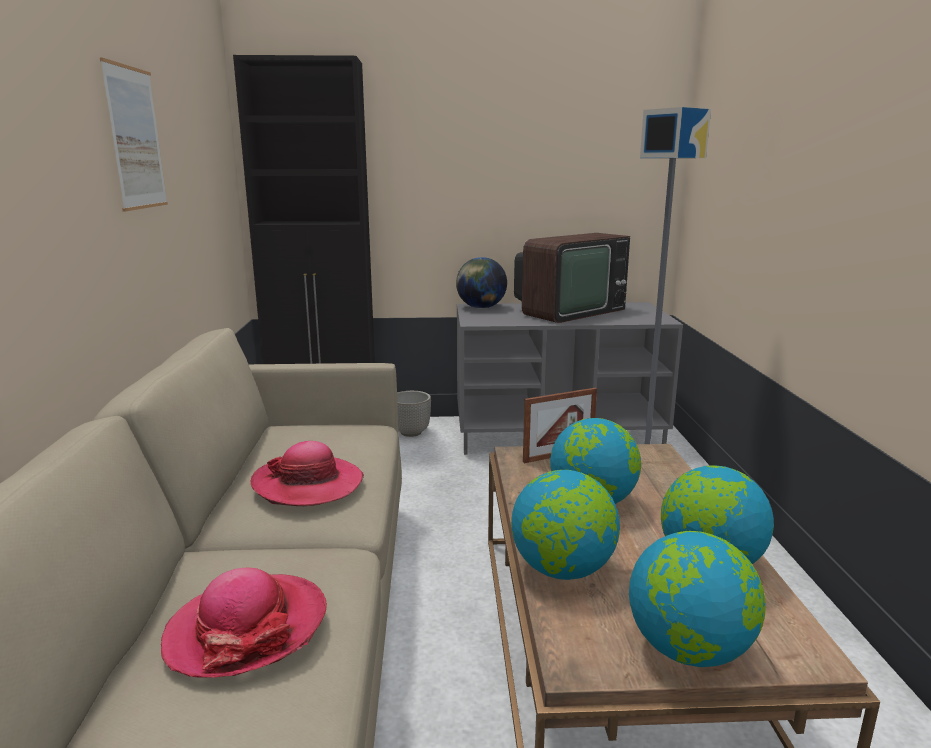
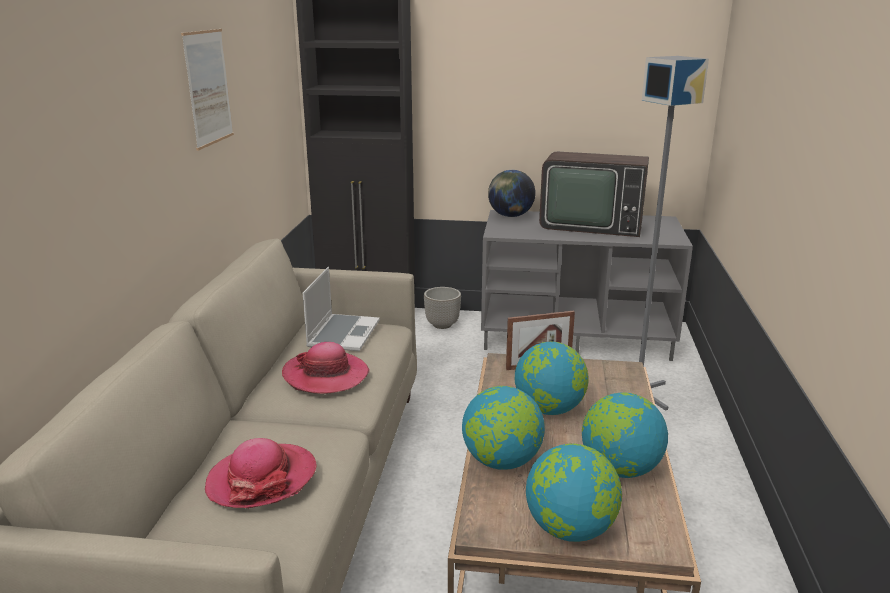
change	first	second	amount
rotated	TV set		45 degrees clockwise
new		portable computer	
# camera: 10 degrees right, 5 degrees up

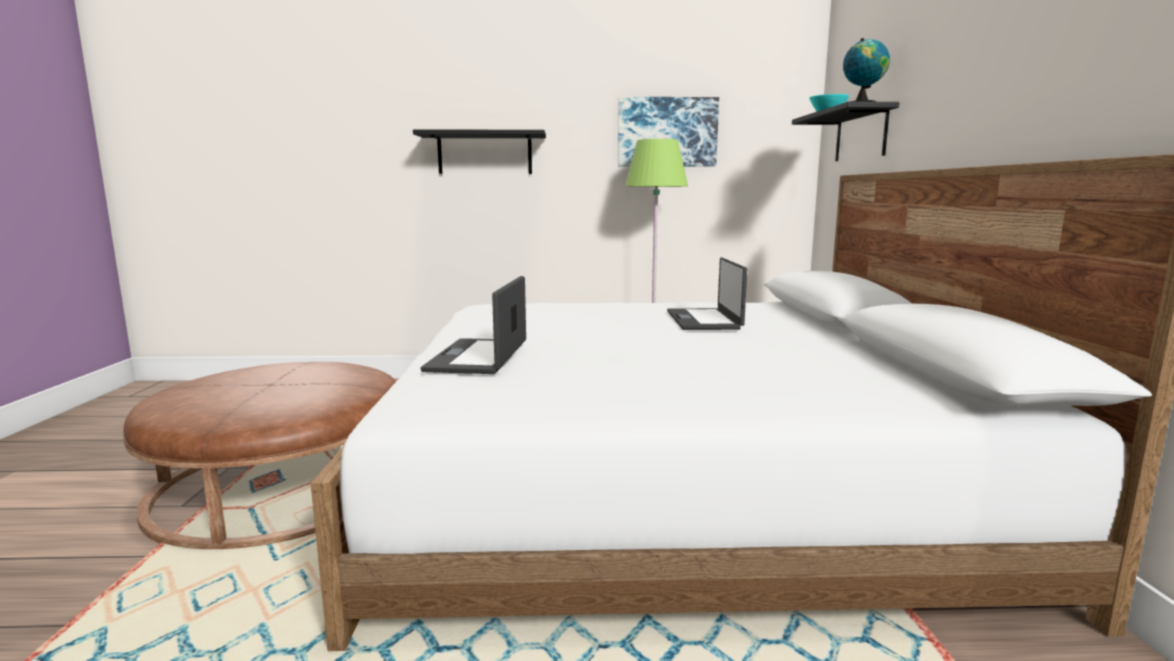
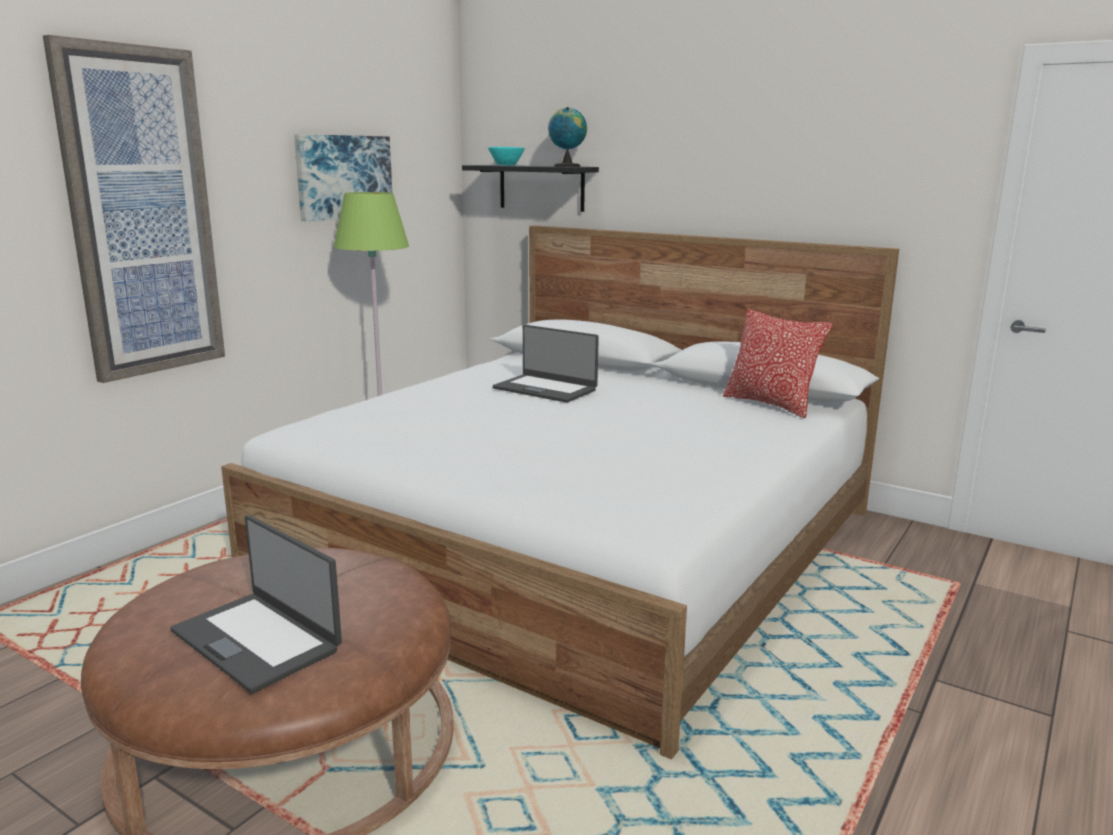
change	first	second	amount
swapped	black shelf (no. 1 from left)	wall picture (no. 1 from left)	
shifted	portable computer (no. 1 from left)		
new		throw pillow	
# camera: 55 degrees left, 5 degrees up

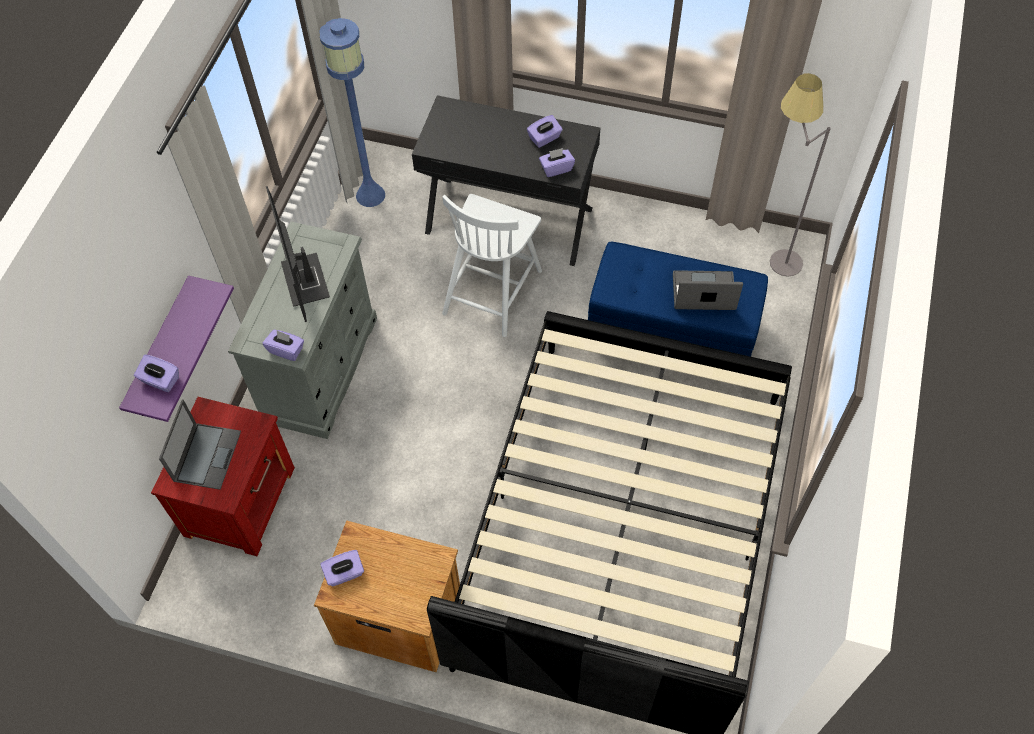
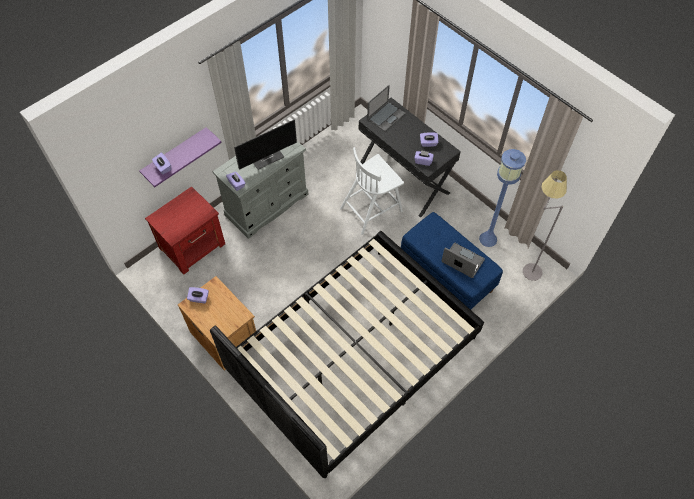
change	first	second	amount
shifted	blue standard lamp		
rotated	monitor		135 degrees counterclockwise
shifted	portable computer (no. 1 from left)		
# camera: 30 degrees right, 0 degrees up

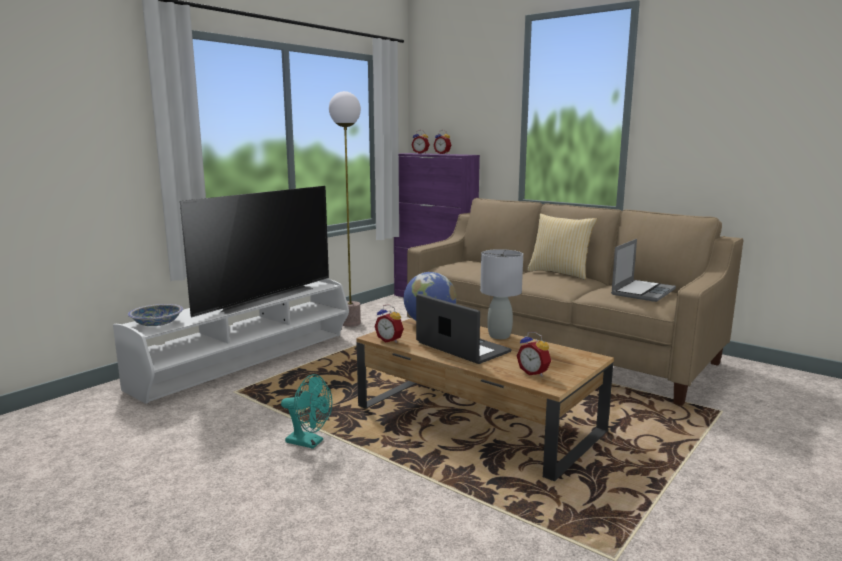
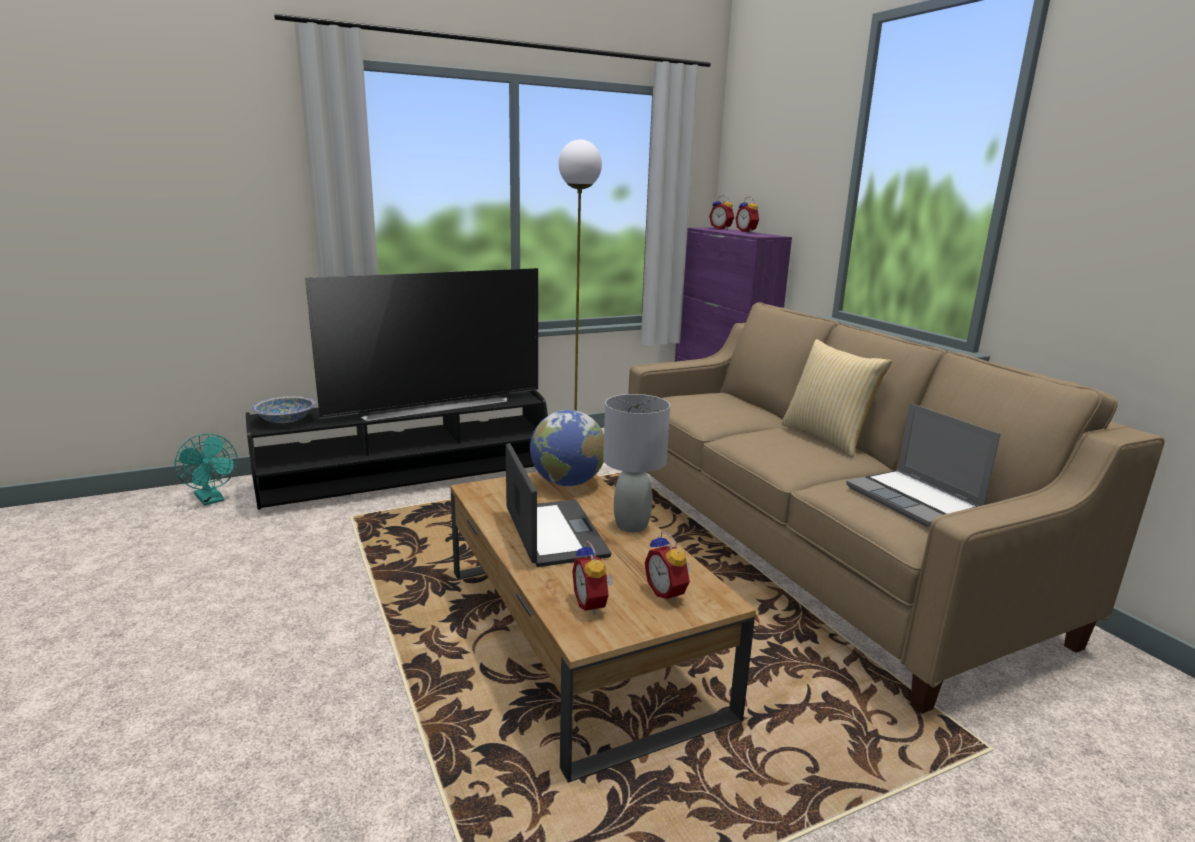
change	first	second	amount
rotated	portable computer (no. 2 from left)		90 degrees clockwise
repainted	white tv unit	black tv unit	
shifted	alarm clock (no. 1 from left in the first image)	alarm clock (no. 2 from left)	
shifted	blue-green fan		
# camera: 25 degrees right, 5 degrees up

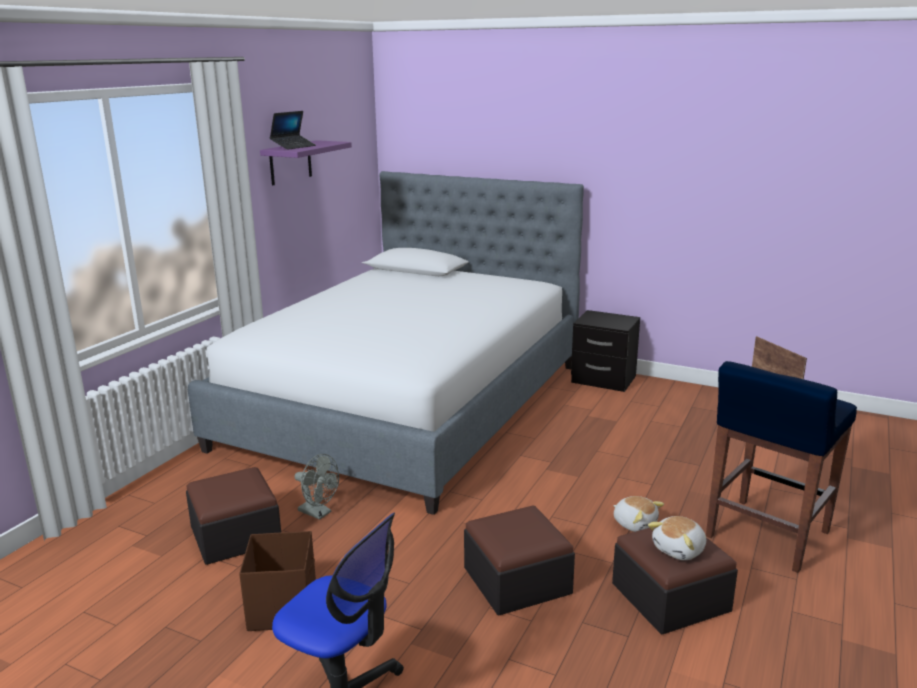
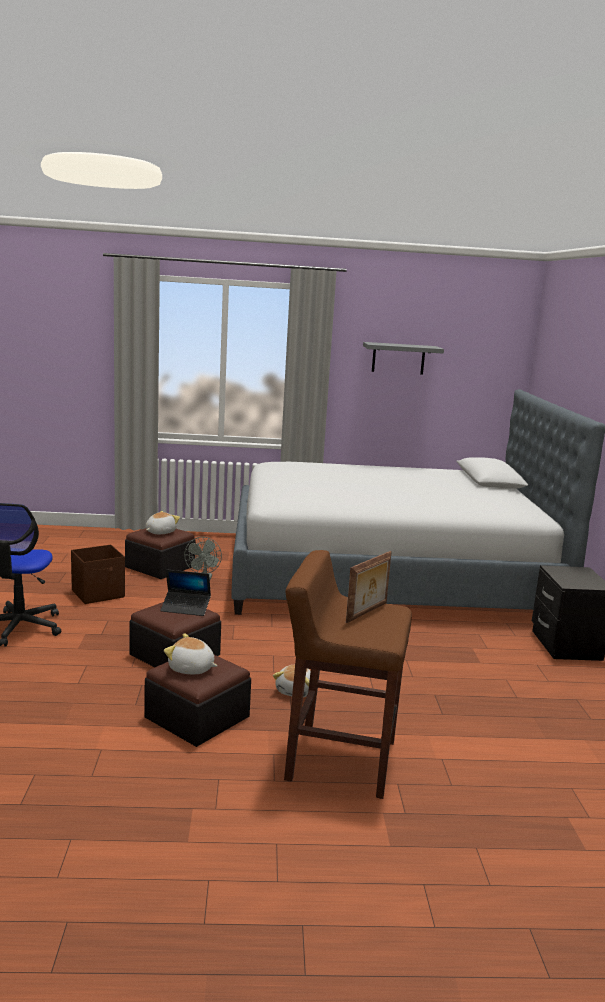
change	first	second	amount
shifted	portable computer		
repainted	purple shelf	gray shelf	
repainted	blue stool	brownish stool	
new		plush toy (no. 1 from left)	
# camera: 60 degrees right, 5 degrees down

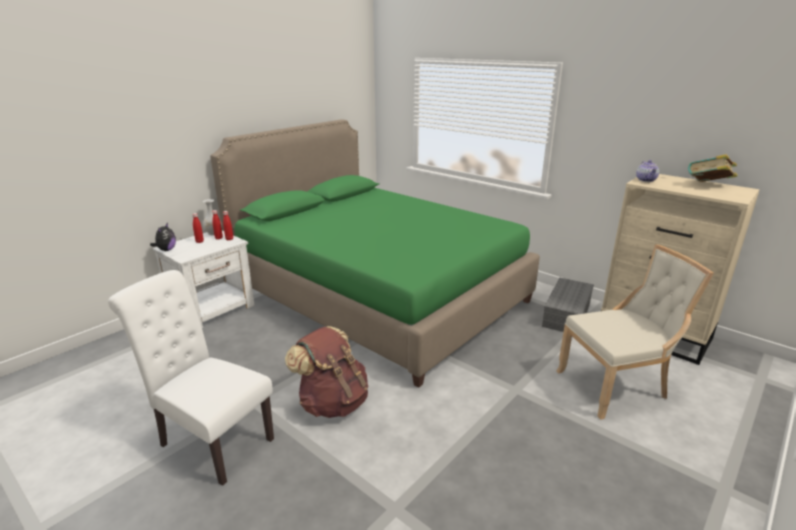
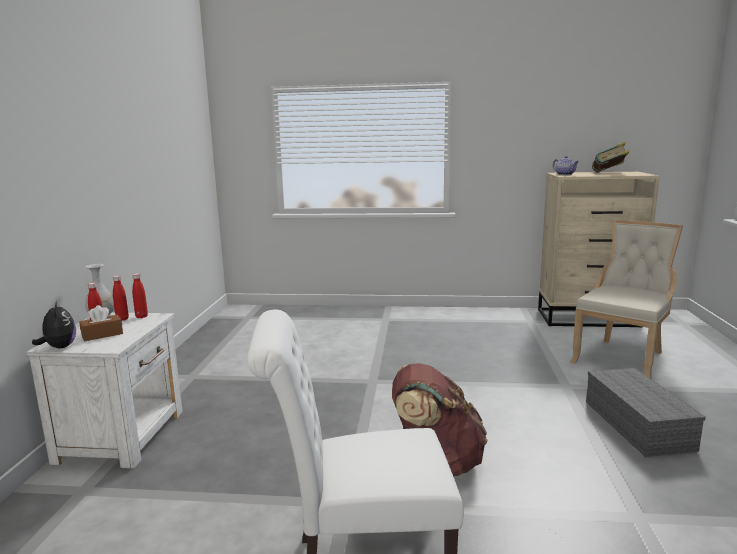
change	first	second	amount
gone	green bedroom bed		
shifted	gray storage box		
new		brownish tissue holder	
# camera: 35 degrees left, 10 degrees down

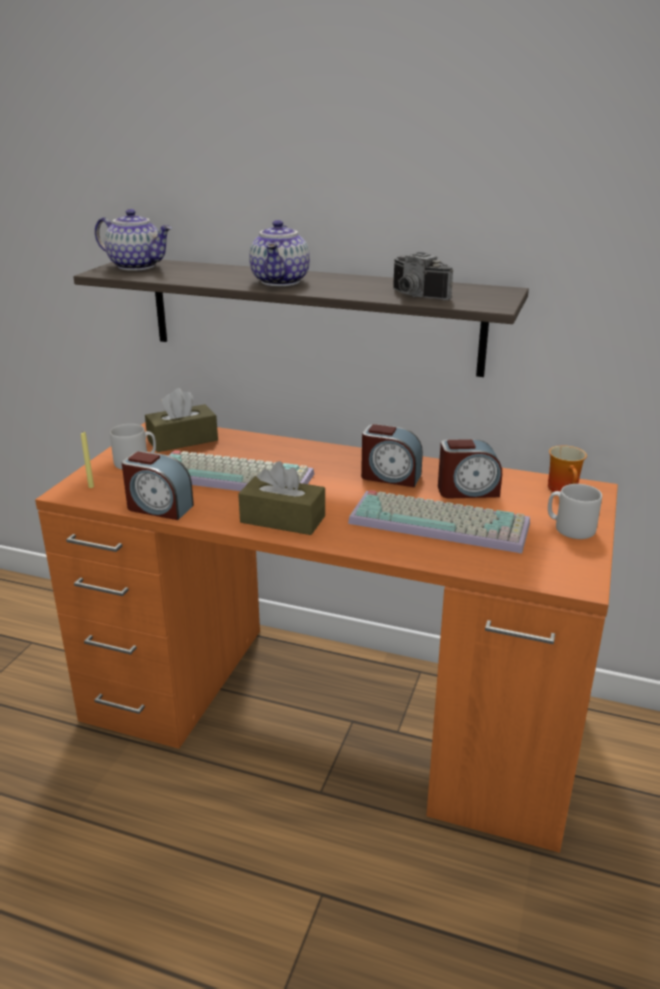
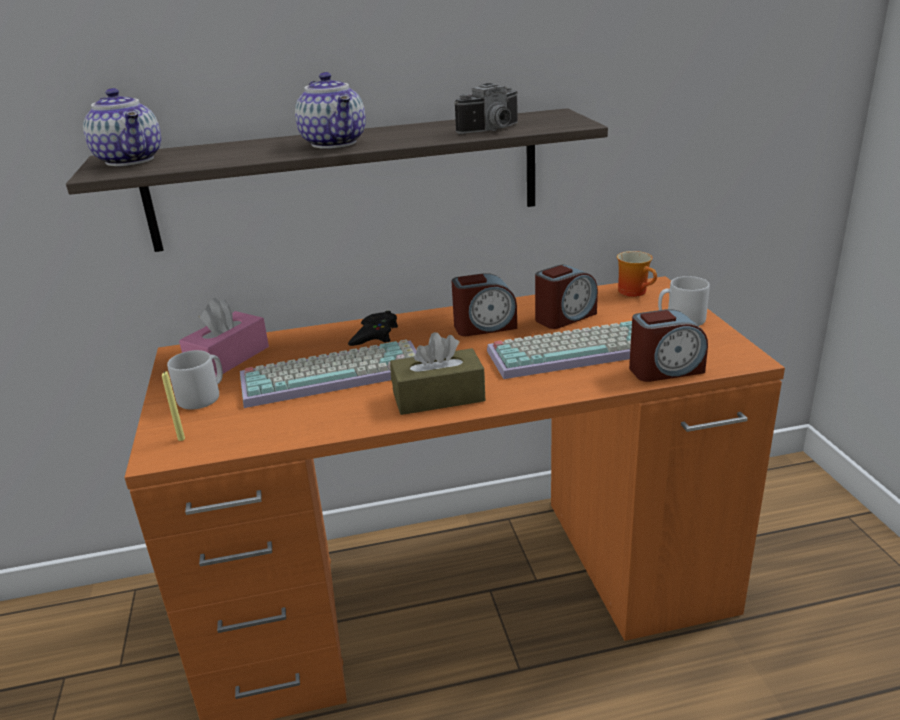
change	first	second	amount
rotated	teapot (no. 1 from left)		60 degrees clockwise
rotated	photo camera		45 degrees counterclockwise
repainted	brownish tissue holder (no. 1 from left)	pink-coloured tissue holder	
shifted	alarm clock (no. 1 from left in the first image)	alarm clock (no. 3 from left)	
new		black game controller	
# camera: 30 degrees left, 0 degrees up

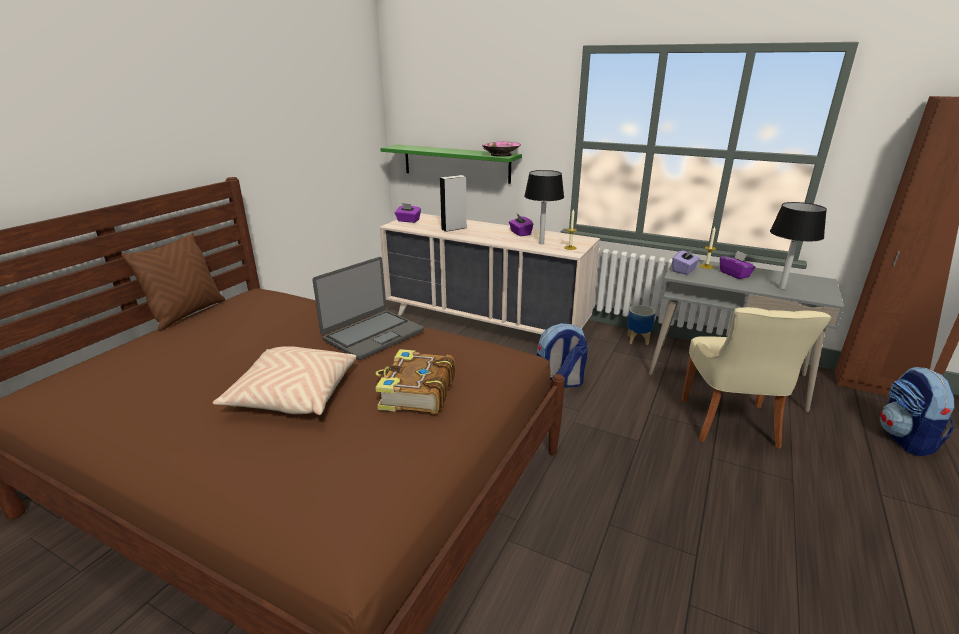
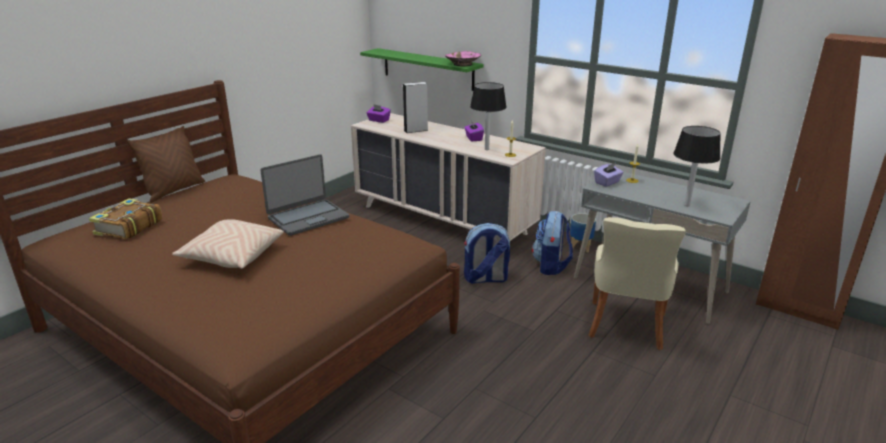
change	first	second	amount
gone	purple tissue holder (no. 4 from left)		
shifted	book		
shifted	knapsack (no. 2 from left)		
# camera: 10 degrees right, 0 degrees up

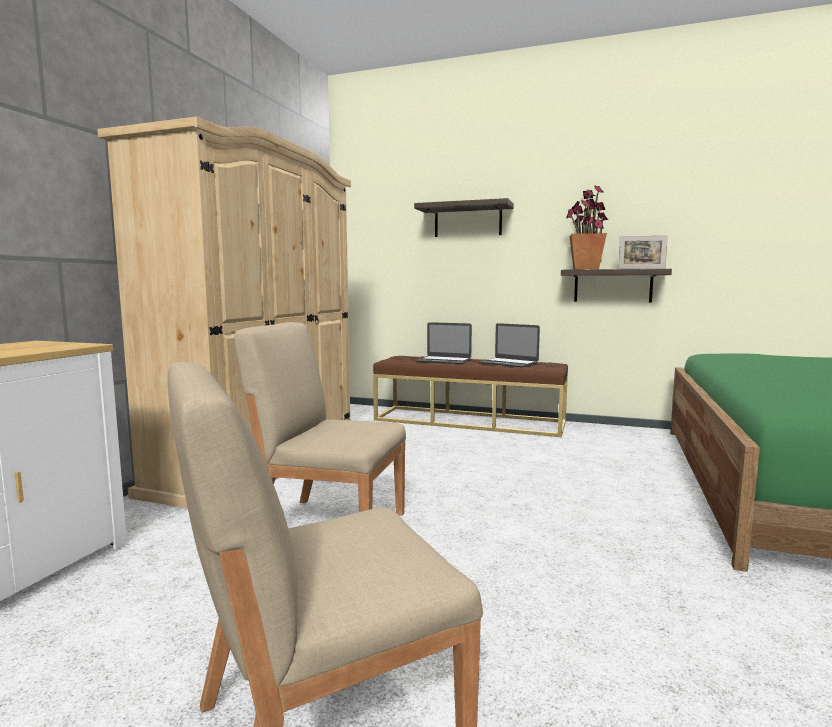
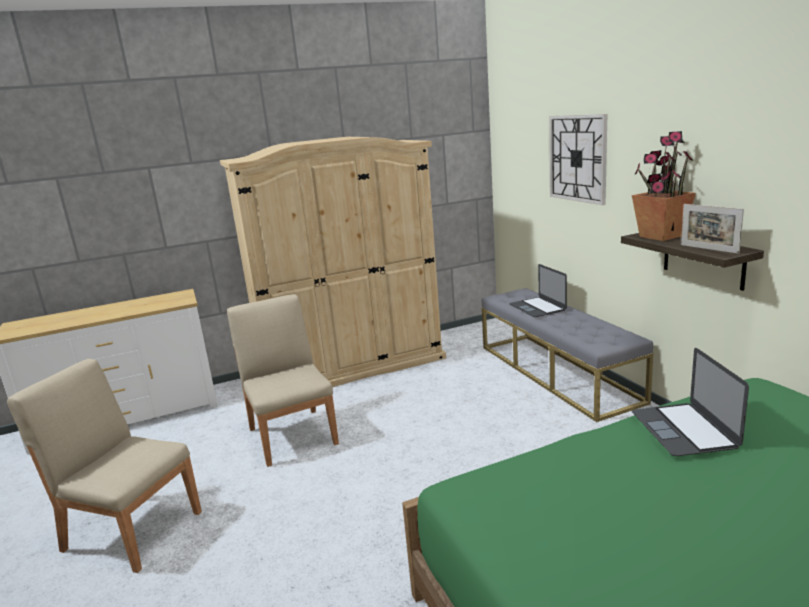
change	first	second	amount
swapped	shelf (no. 1 from left)	wall clock	
shifted	portable computer (no. 2 from left)		
repainted	brownish bench	gray bench	
# camera: 50 degrees right, 10 degrees up

